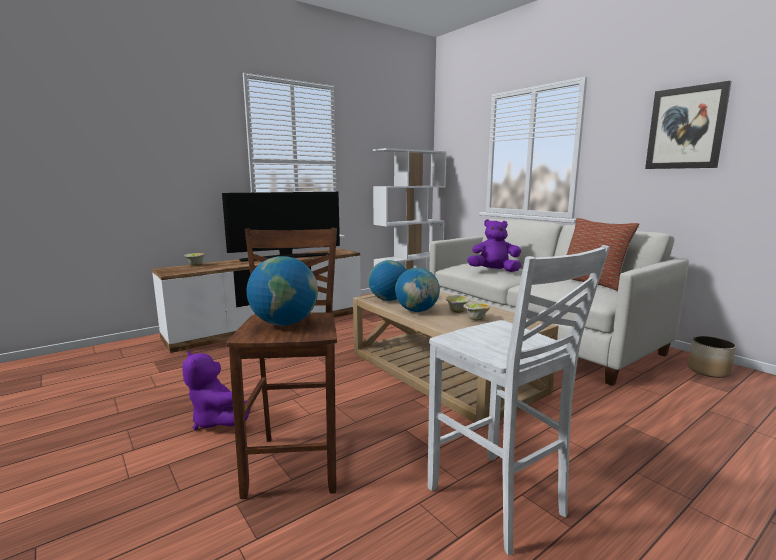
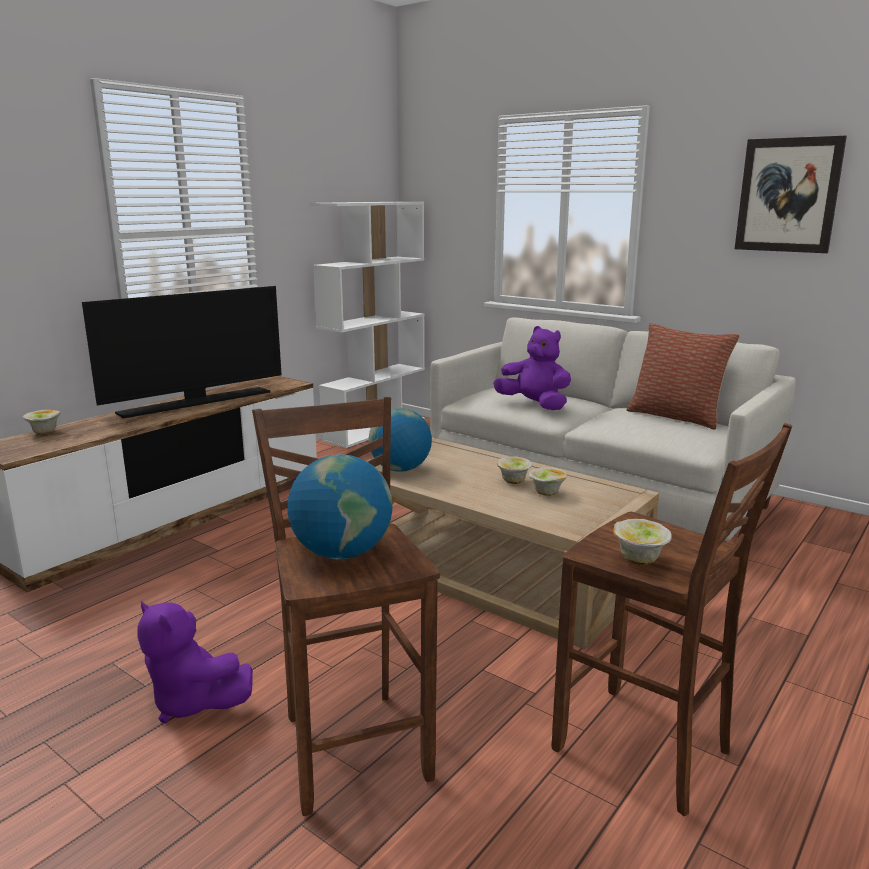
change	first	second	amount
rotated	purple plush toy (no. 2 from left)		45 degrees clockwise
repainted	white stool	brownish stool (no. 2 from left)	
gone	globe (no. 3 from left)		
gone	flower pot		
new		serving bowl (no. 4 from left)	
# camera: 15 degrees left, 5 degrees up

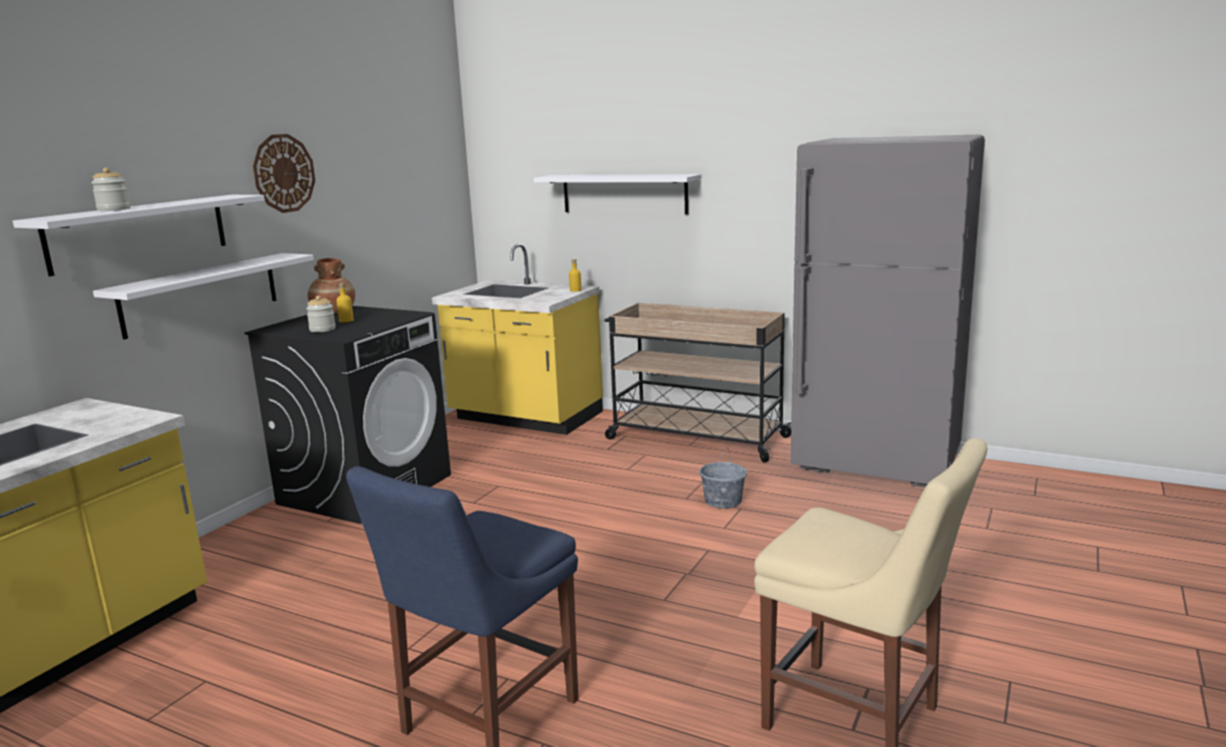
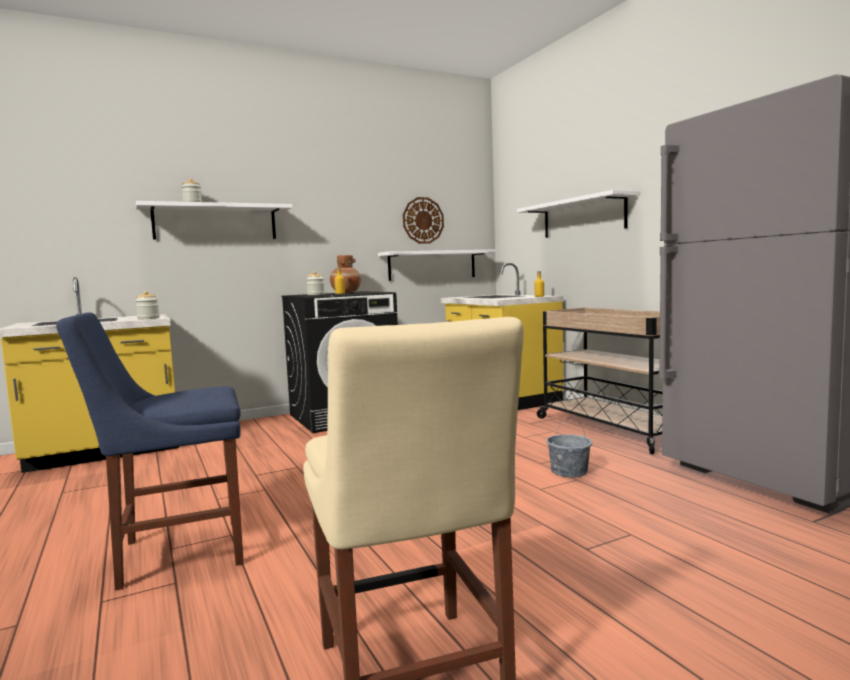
change	first	second	amount
shifted	wall clock		
shifted	white shelf (no. 2 from left)		
new		preserve jar (no. 1 from left)	
# camera: 35 degrees right, 10 degrees down

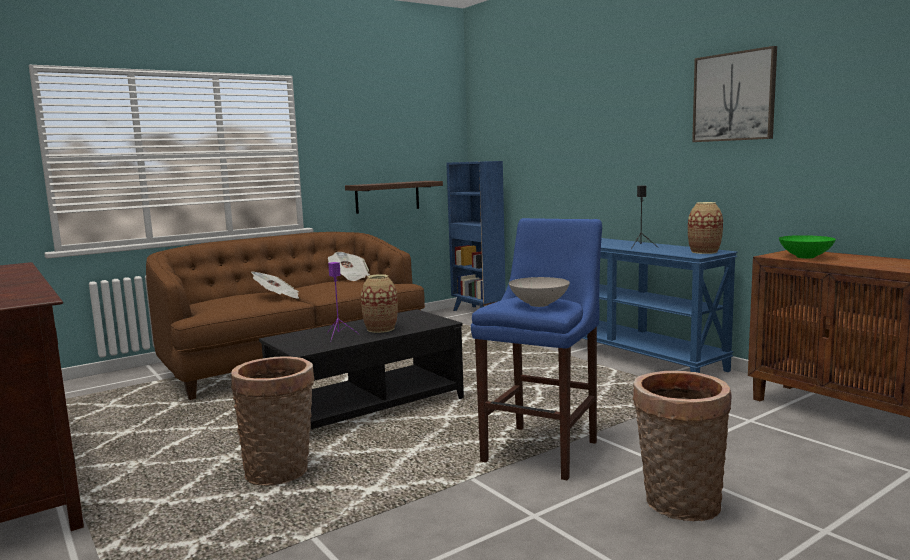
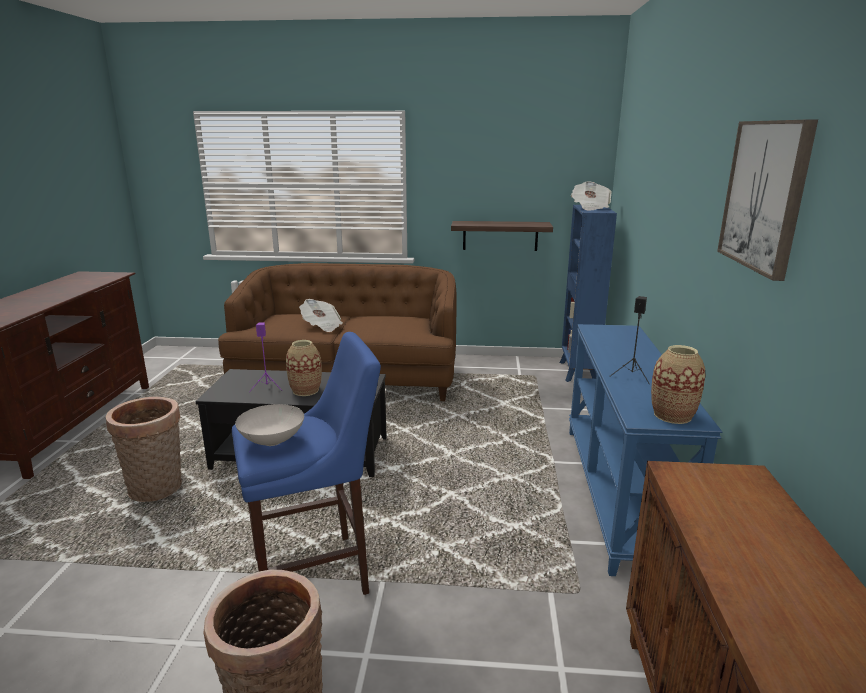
change	first	second	amount
gone	green serving bowl		
shifted	daily paper (no. 2 from left)		
# camera: 40 degrees right, 10 degrees up

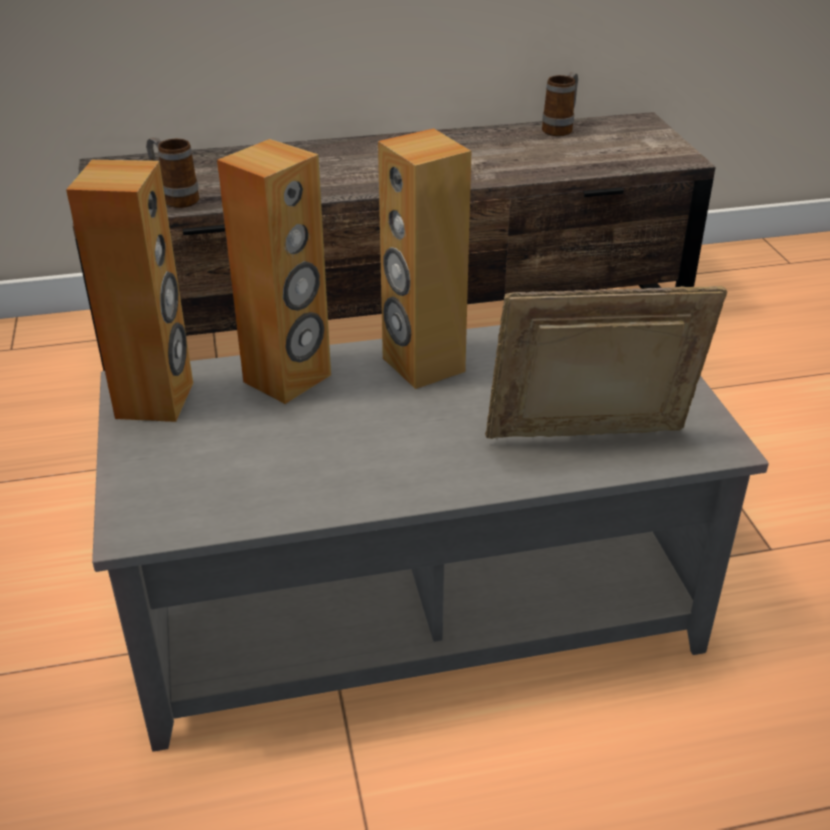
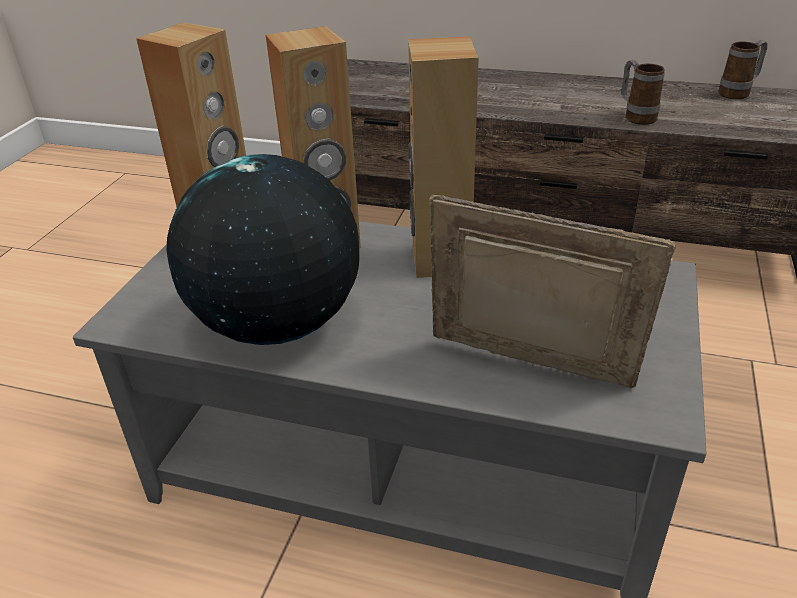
change	first	second	amount
shifted	coffee mug (no. 1 from left)		
new		globe	
# camera: 30 degrees right, 0 degrees up

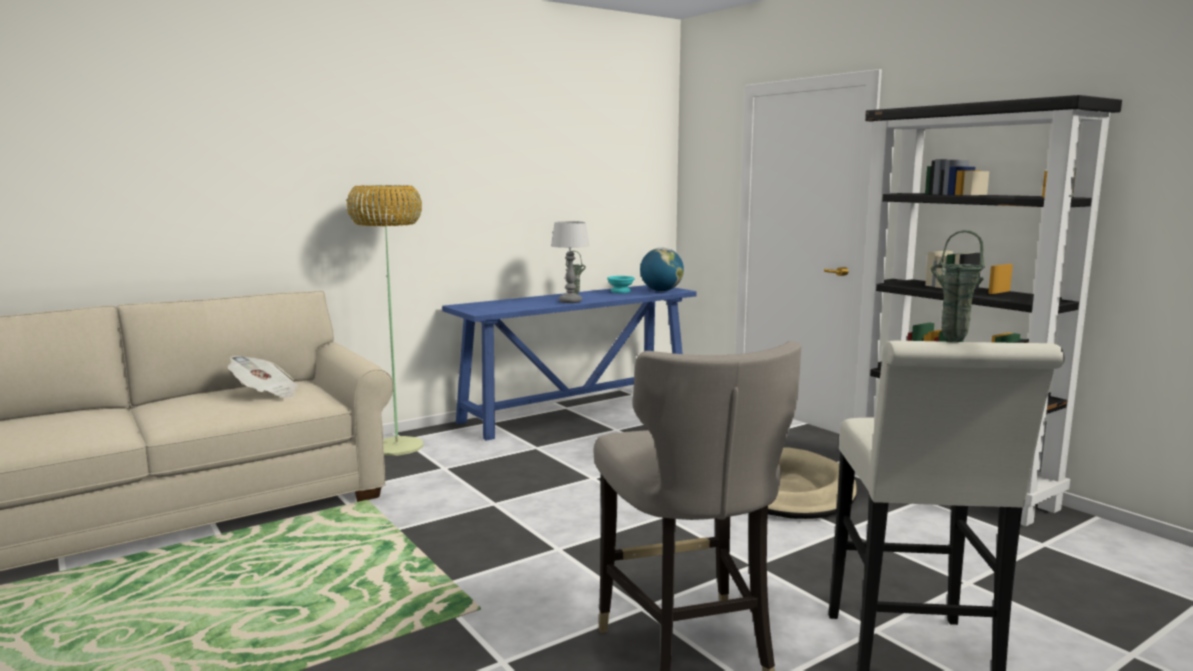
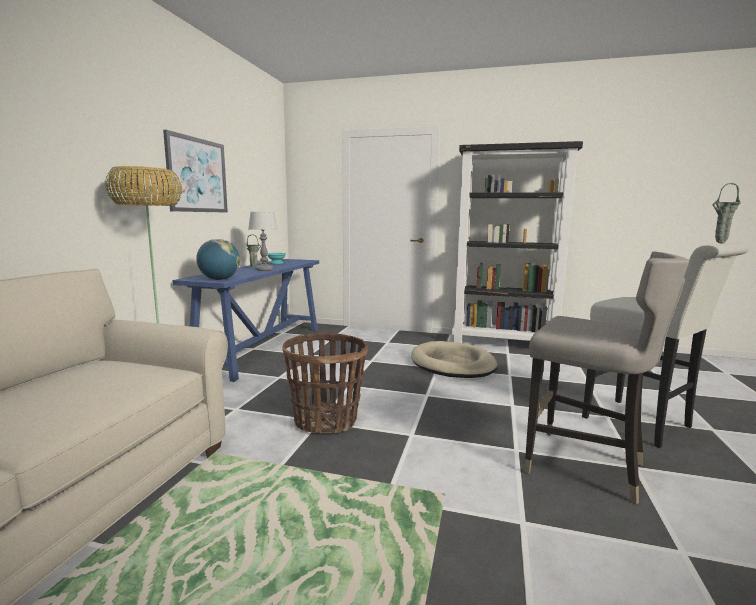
change	first	second	amount
shifted	globe		
gone	daily paper		
new		wall picture	
new		household basket	
# camera: 40 degrees left, 0 degrees up

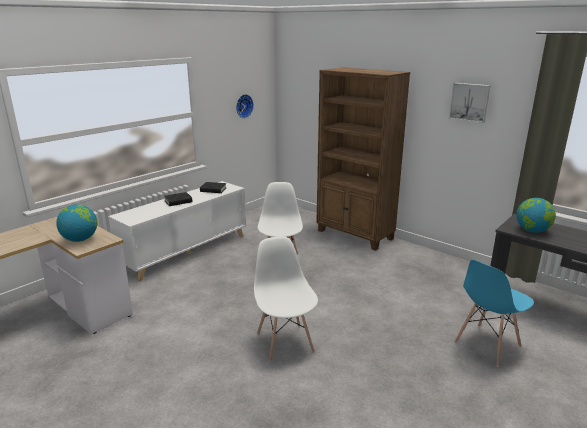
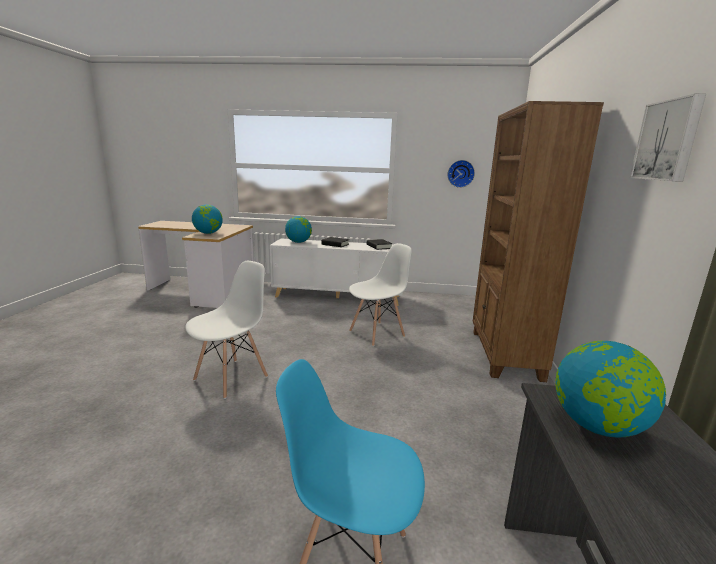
change	first	second	amount
new		globe (no. 2 from left)	
# camera: 55 degrees right, 5 degrees down

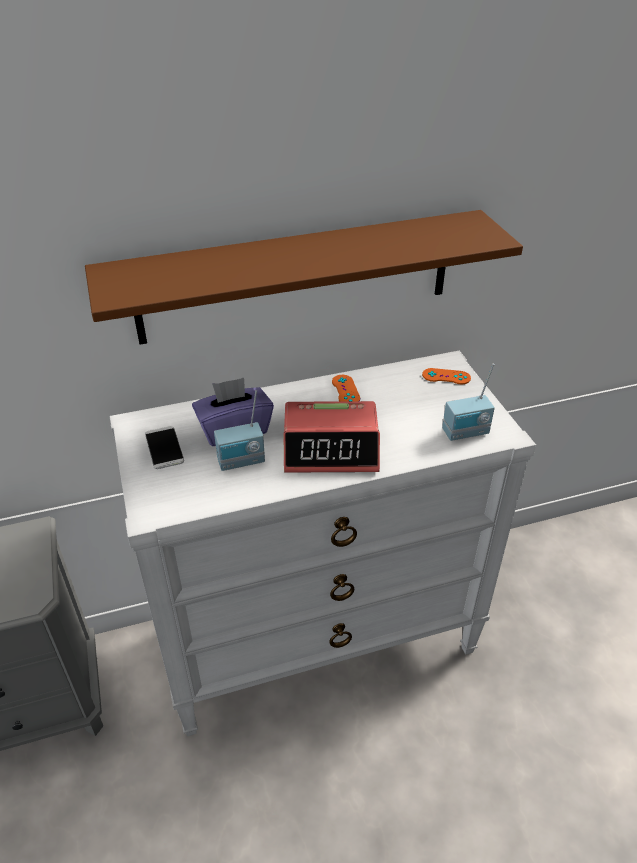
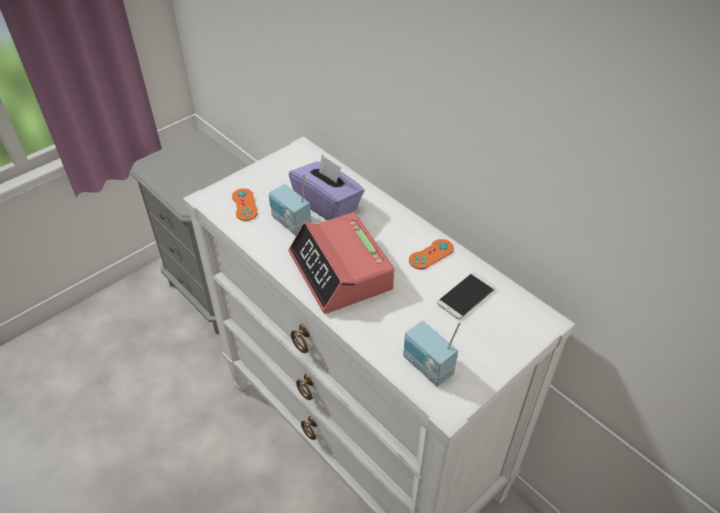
change	first	second	amount
gone	brownish shelf		
shifted	orangey game controller (no. 2 from left in the first image)	orangey game controller (no. 1 from left)	
shifted	phone		
# camera: 65 degrees right, 5 degrees up

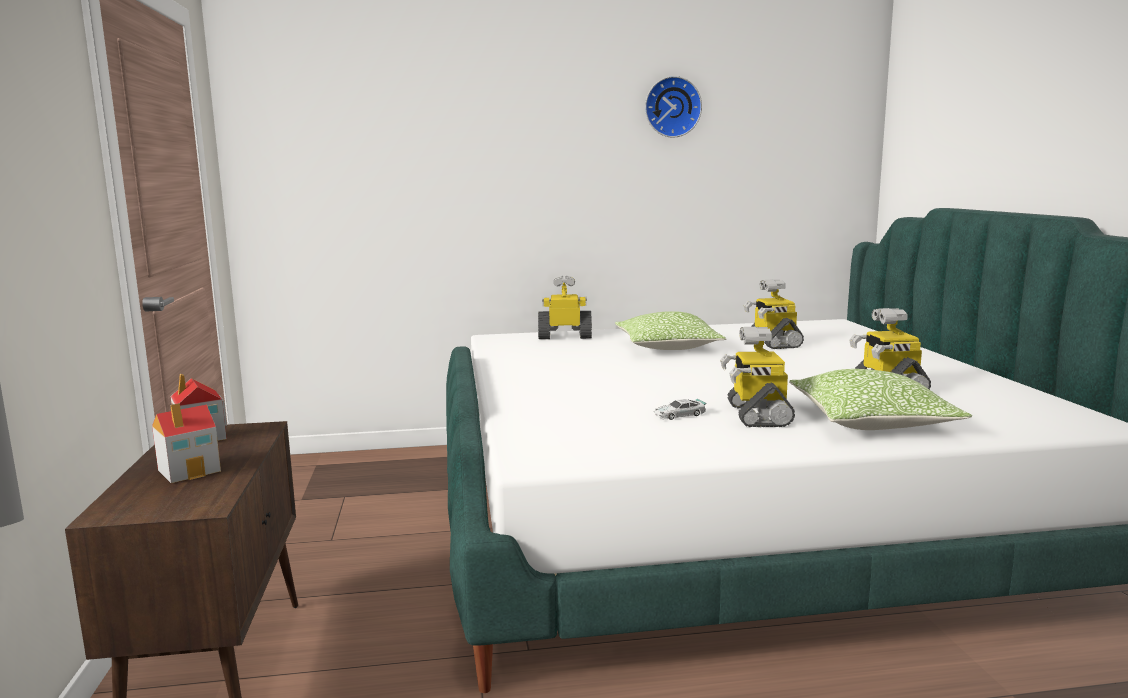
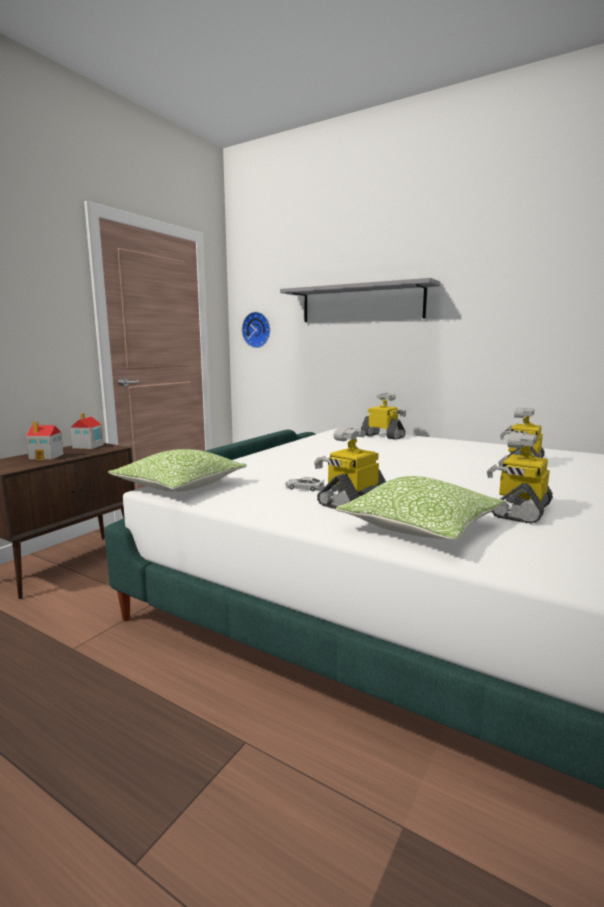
change	first	second	amount
shifted	wall clock		
shifted	throw pillow (no. 1 from left)		
new		gray shelf	
# camera: 40 degrees right, 0 degrees up

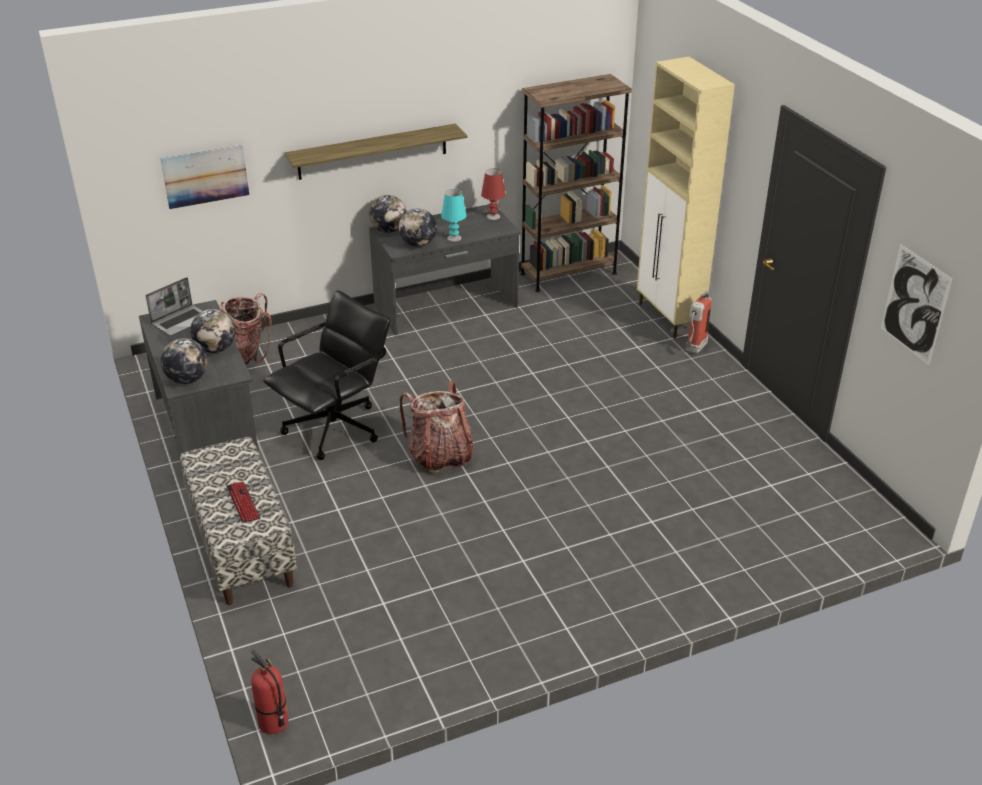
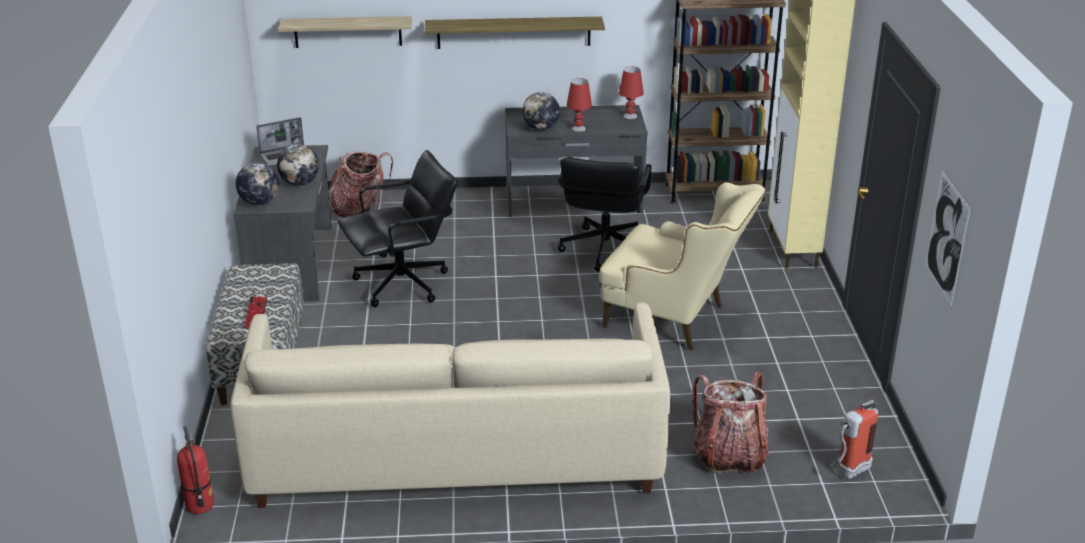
change	first	second	amount
swapped	wall picture (no. 1 from left)	shelf (no. 1 from left)	
repainted	blue-green tabletop lamp	red-coloured tabletop lamp (no. 1 from left)	
gone	globe (no. 3 from left)		
shifted	fire-fighting cylinder (no. 2 from left)		
shifted	knapsack (no. 2 from left)		
new		black desk chair (no. 2 from left)	
new		sand-coloured easy chair	
new		sand-coloured settee	
# camera: 20 degrees right, 5 degrees down

